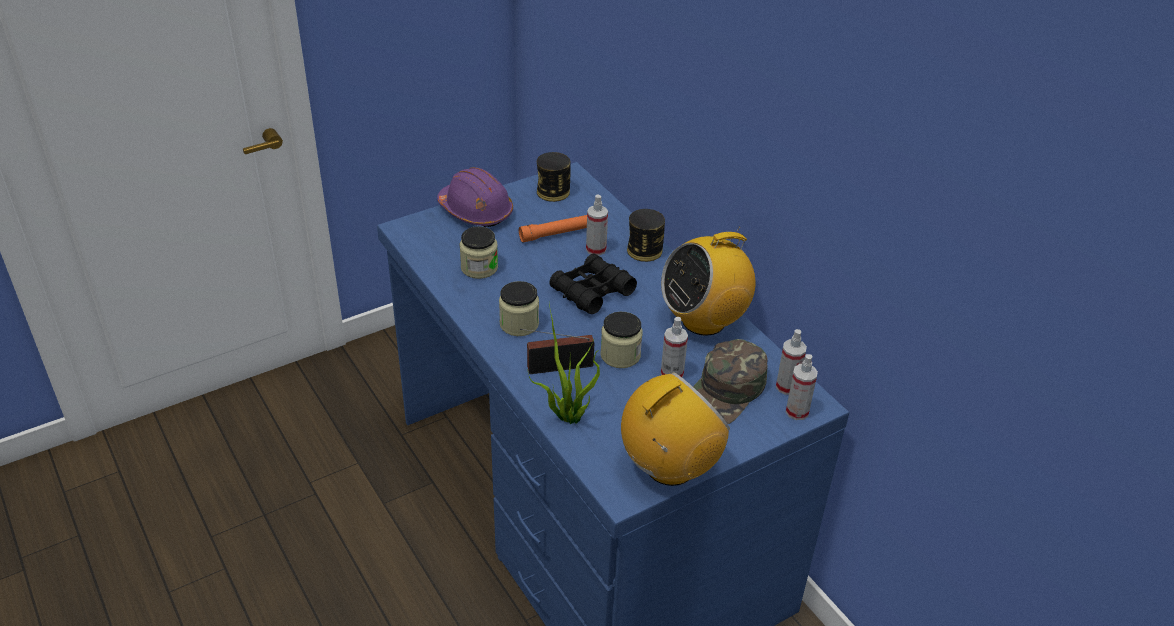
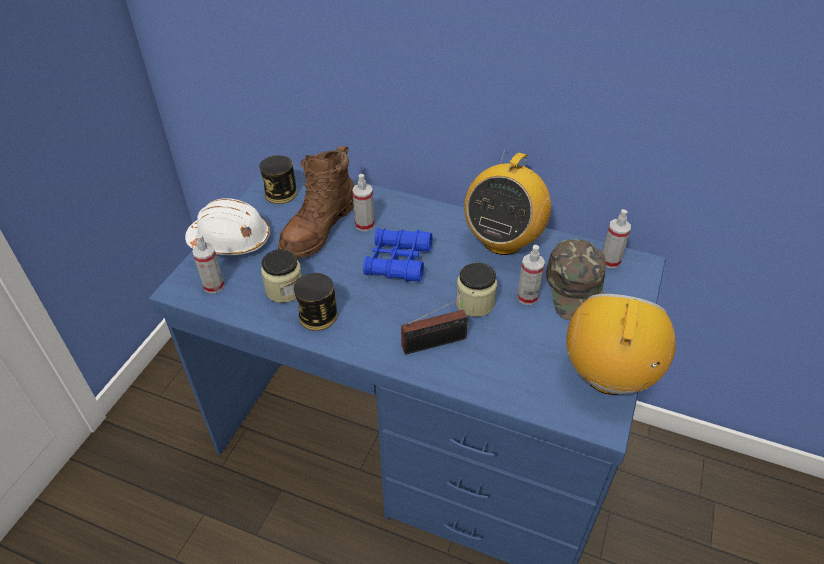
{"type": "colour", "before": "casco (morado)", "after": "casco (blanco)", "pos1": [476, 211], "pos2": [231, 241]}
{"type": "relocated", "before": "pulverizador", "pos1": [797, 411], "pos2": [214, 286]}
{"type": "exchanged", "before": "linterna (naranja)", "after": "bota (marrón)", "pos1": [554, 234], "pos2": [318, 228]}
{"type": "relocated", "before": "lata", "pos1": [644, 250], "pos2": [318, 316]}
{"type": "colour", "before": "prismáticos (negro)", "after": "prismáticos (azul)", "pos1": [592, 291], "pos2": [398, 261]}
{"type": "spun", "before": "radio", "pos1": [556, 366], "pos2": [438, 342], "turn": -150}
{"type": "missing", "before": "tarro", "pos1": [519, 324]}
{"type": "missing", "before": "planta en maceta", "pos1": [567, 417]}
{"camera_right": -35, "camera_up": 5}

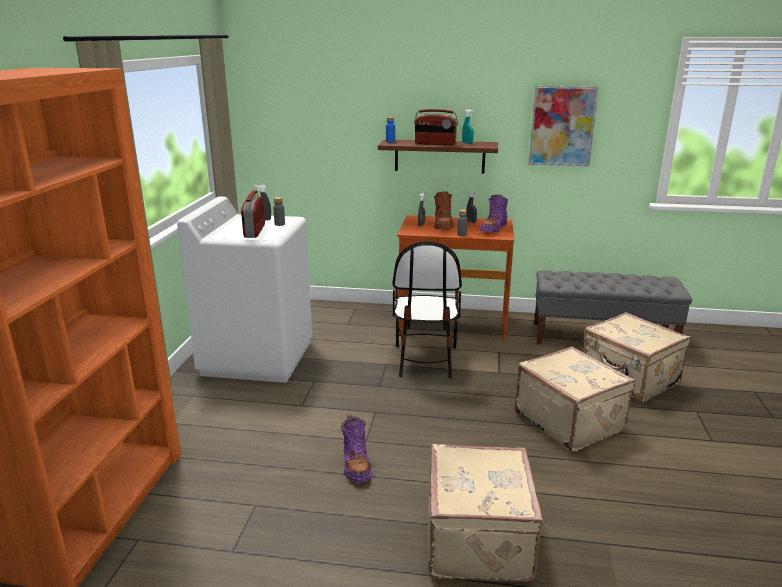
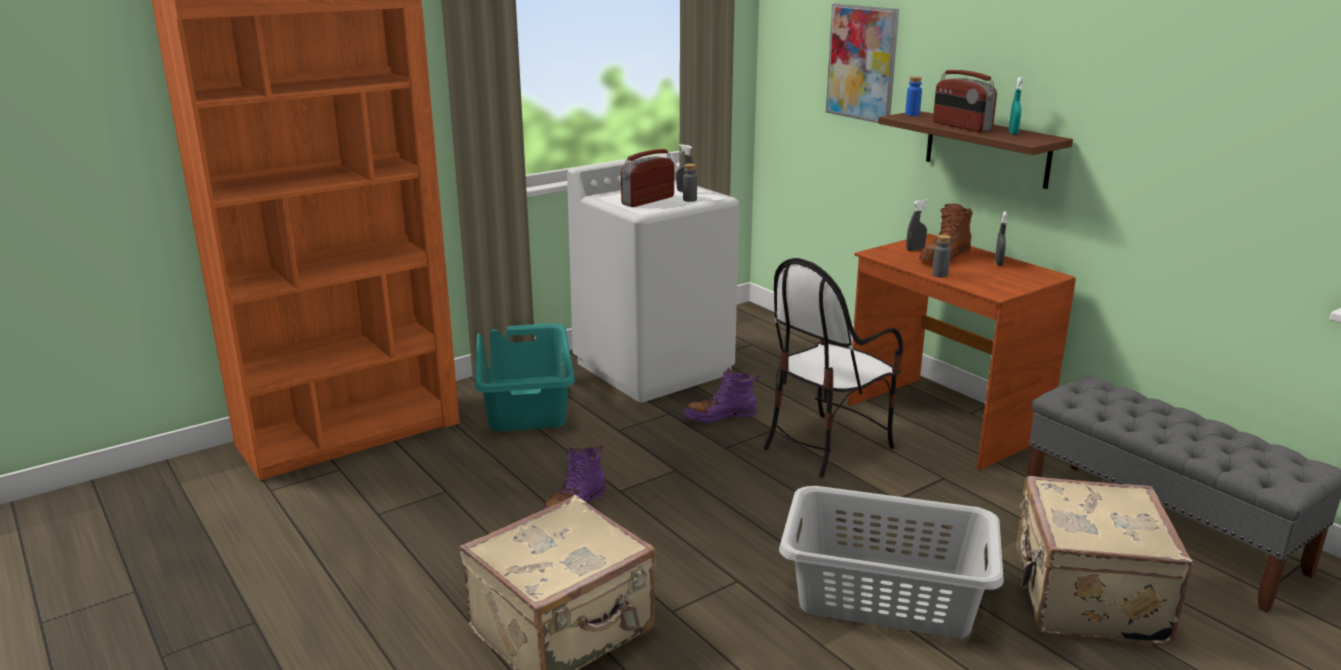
{"type": "appeared", "after": "cesto de la ropa (turquesa)", "pos2": [527, 403]}
{"type": "relocated", "before": "bota (morado)", "pos1": [493, 229], "pos2": [720, 416]}
{"type": "exchanged", "before": "maleta (beis)", "after": "cesto de la ropa (gris)", "pos1": [569, 421], "pos2": [884, 594]}
{"type": "relocated", "before": "cuadro", "pos1": [562, 126], "pos2": [862, 63]}
{"camera_right": 45, "camera_up": 0}

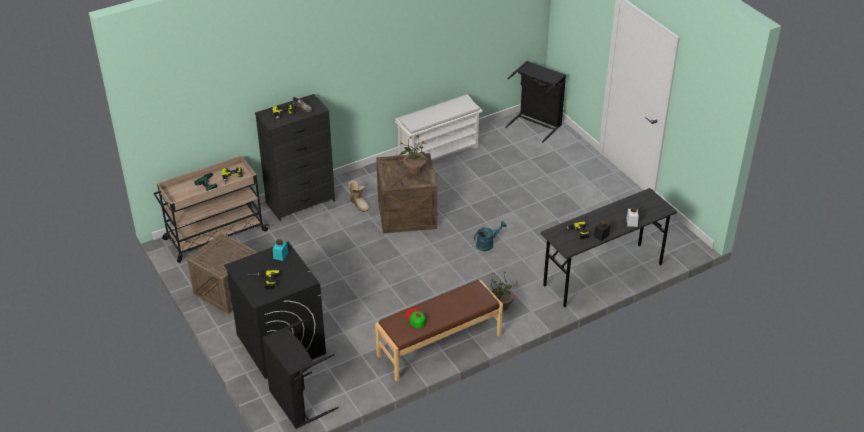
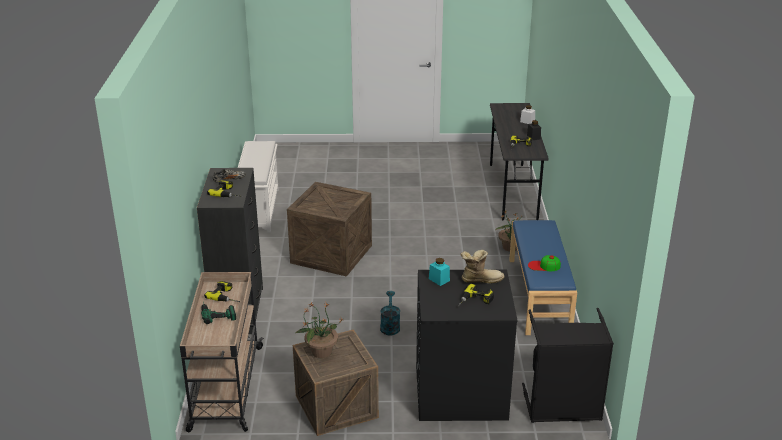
{"type": "relocated", "before": "planta en maceta", "pos1": [414, 170], "pos2": [321, 352]}
{"type": "relocated", "before": "regadera (turquesa)", "pos1": [487, 244], "pos2": [390, 326]}
{"type": "relocated", "before": "bota", "pos1": [359, 204], "pos2": [480, 279]}
{"type": "colour", "before": "banco (marrón)", "after": "banco (azul)", "pos1": [439, 346], "pos2": [539, 295]}
{"type": "missing", "before": "cesto de la ropa (negro)", "pos1": [536, 124]}
{"camera_right": -60, "camera_up": -10}

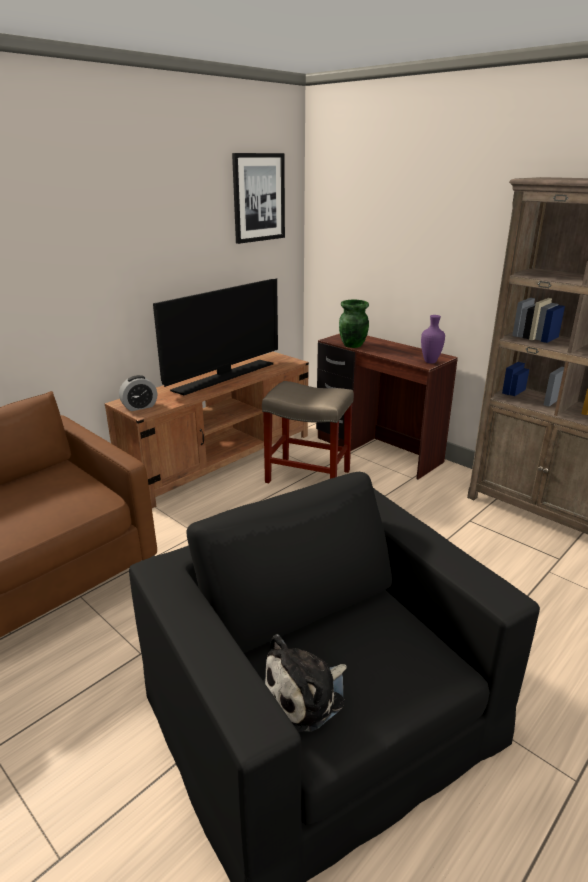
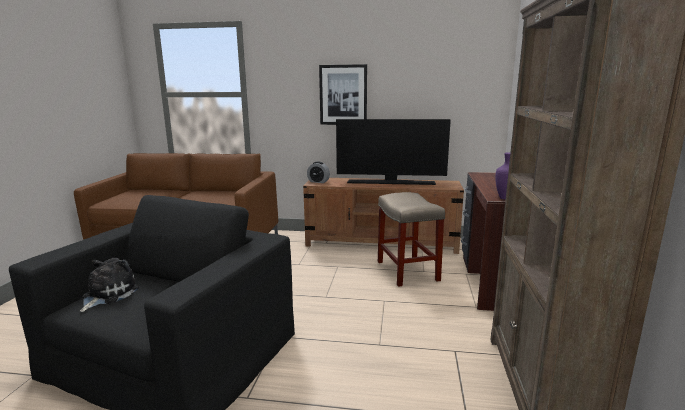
{"type": "spun", "before": "peluche", "pos1": [307, 694], "pos2": [108, 294], "turn": 90}
{"type": "relocated", "before": "cuadro", "pos1": [258, 198], "pos2": [343, 95]}
{"type": "missing", "before": "florero (verde)", "pos1": [352, 345]}
{"camera_right": 55, "camera_up": -10}

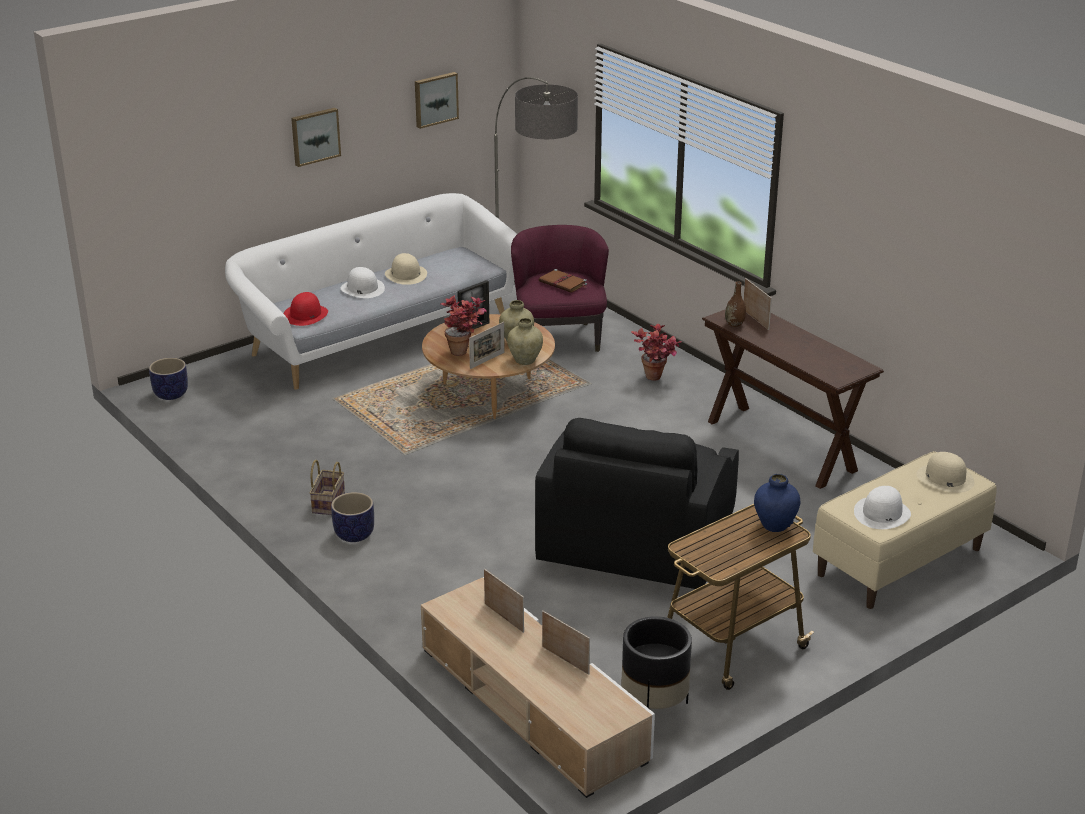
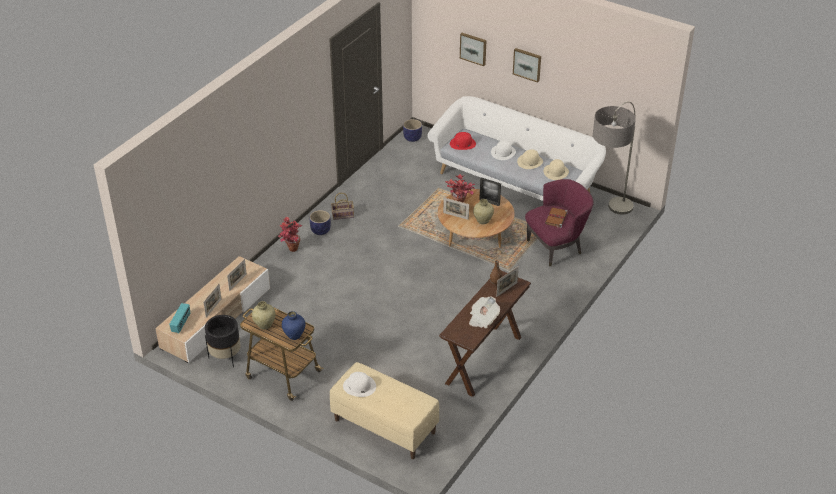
{"type": "appeared", "after": "radio", "pos2": [181, 324]}
{"type": "relocated", "before": "florero (beis)", "pos1": [525, 360], "pos2": [264, 325]}
{"type": "relocated", "before": "planta en maceta", "pos1": [656, 380], "pos2": [290, 251]}
{"type": "relocated", "before": "cuadro", "pos1": [435, 99], "pos2": [473, 48]}
{"type": "appeared", "after": "periódico", "pos2": [483, 319]}
{"type": "relocated", "before": "sombrero (beis)", "pos1": [944, 478], "pos2": [556, 172]}
{"type": "missing", "before": "sillón (negro)", "pos1": [638, 537]}
{"camera_right": 70, "camera_up": 10}

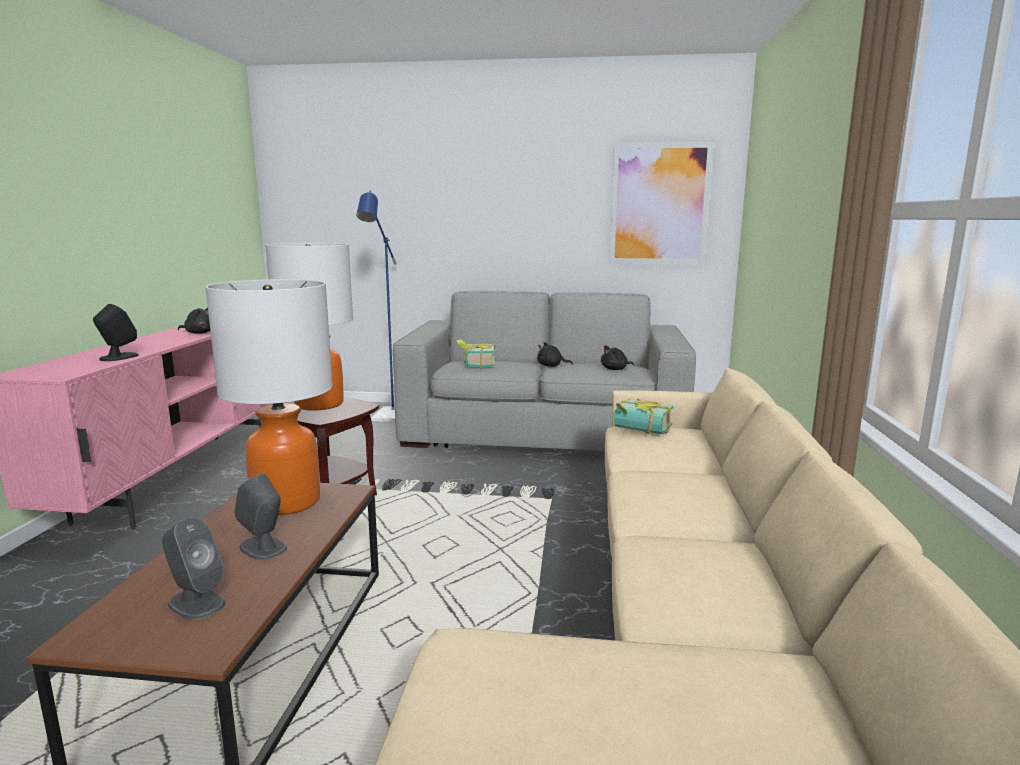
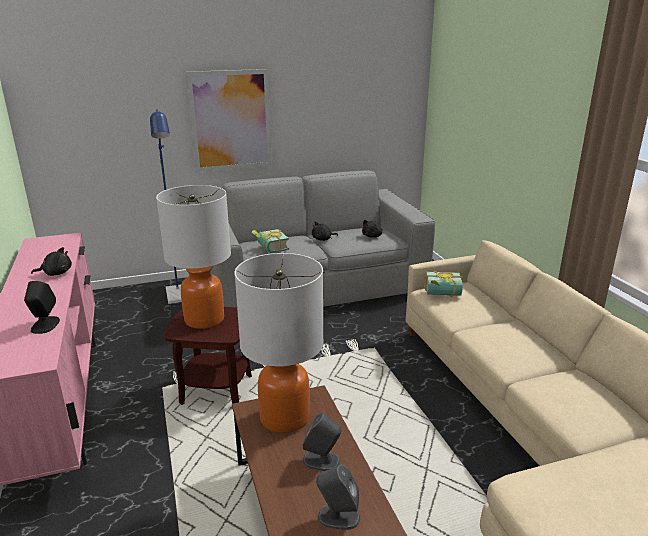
{"type": "relocated", "before": "cuadro", "pos1": [659, 204], "pos2": [230, 120]}
{"camera_right": -25, "camera_up": 10}

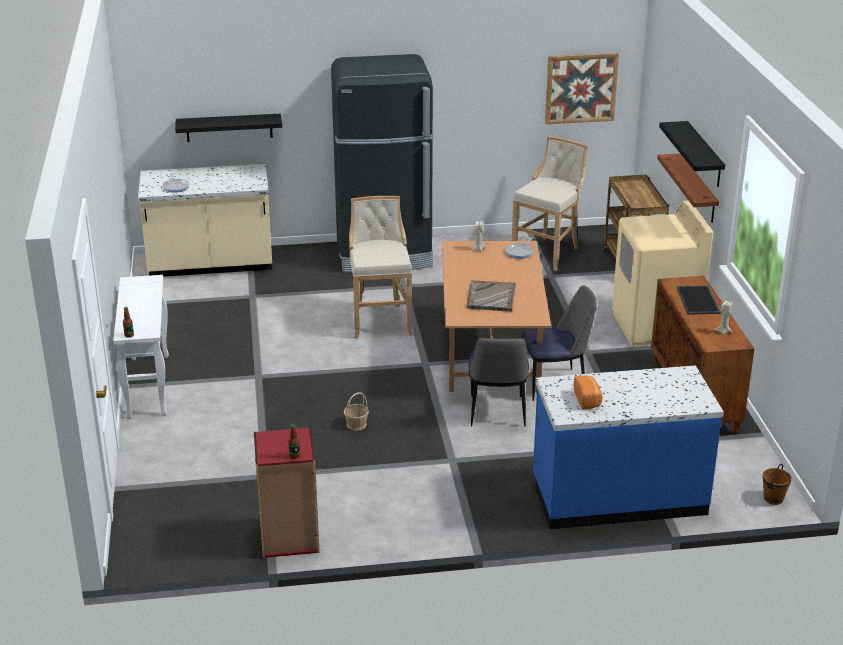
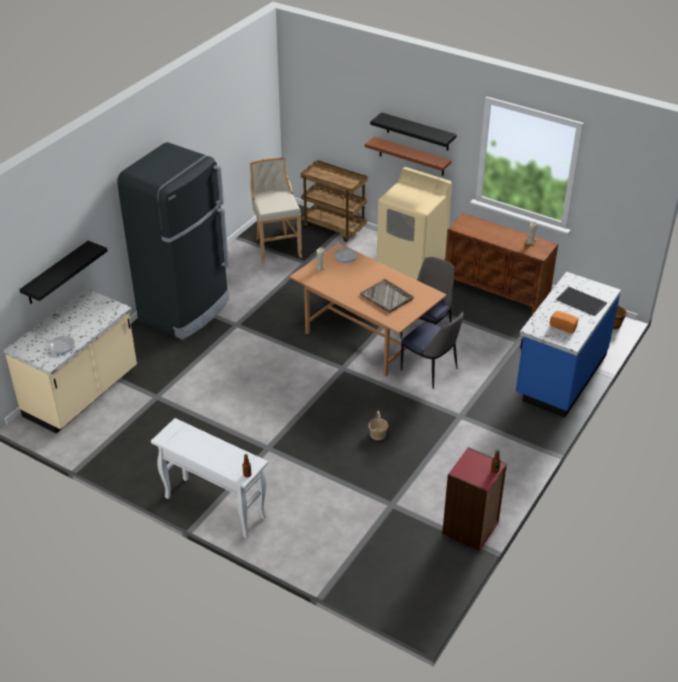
{"type": "relocated", "before": "bandeja", "pos1": [699, 300], "pos2": [582, 301]}
{"type": "missing", "before": "taburete (beis)", "pos1": [380, 320]}
{"type": "missing", "before": "cuadro", "pos1": [581, 88]}
{"camera_right": -50, "camera_up": 10}

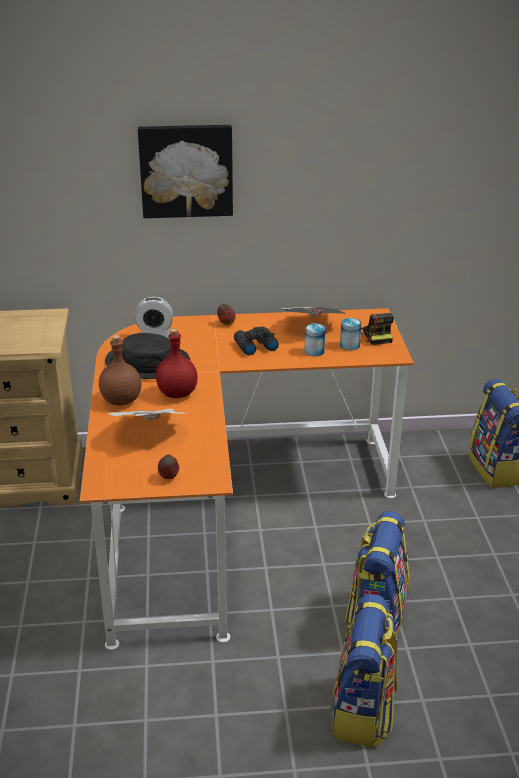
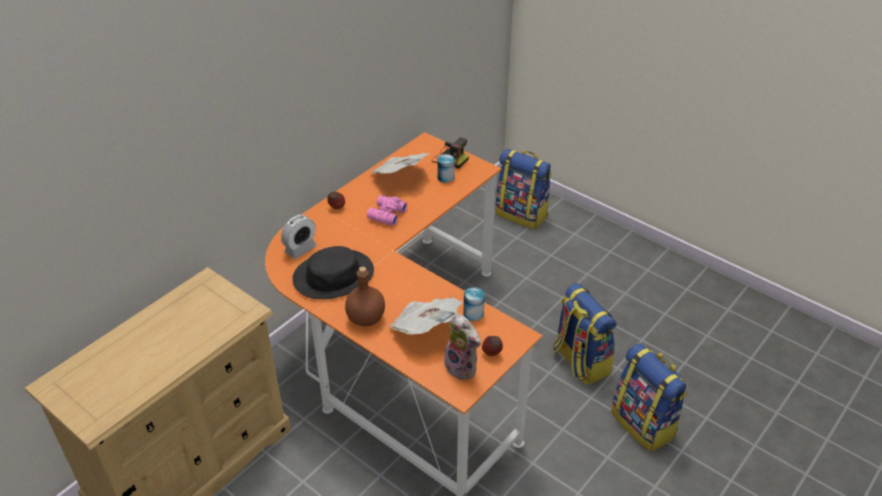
{"type": "colour", "before": "prismáticos (negro)", "after": "prismáticos (rosa)", "pos1": [254, 346], "pos2": [386, 215]}
{"type": "appeared", "after": "peluche", "pos2": [463, 367]}
{"type": "relocated", "before": "lata", "pos1": [314, 351], "pos2": [473, 313]}
{"type": "missing", "before": "cuadro", "pos1": [186, 170]}
{"type": "missing", "before": "botella (rojo)", "pos1": [176, 393]}
{"camera_right": -45, "camera_up": 10}

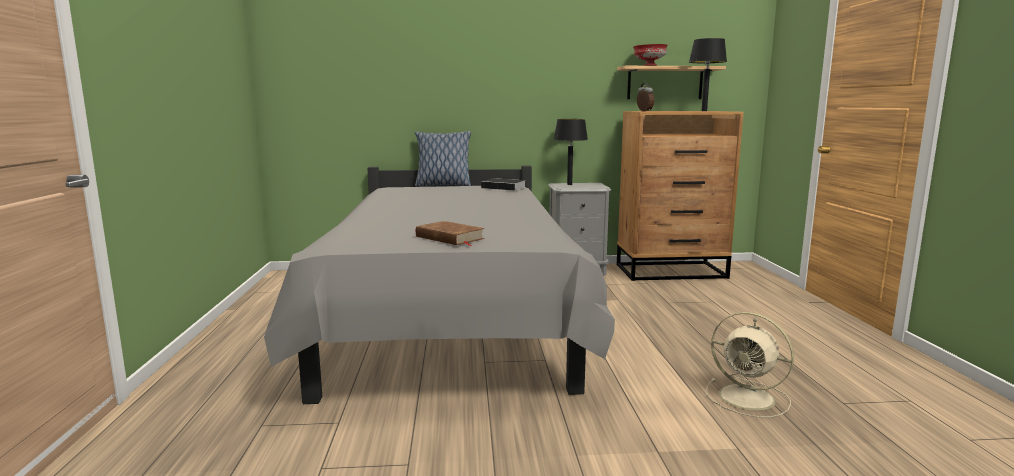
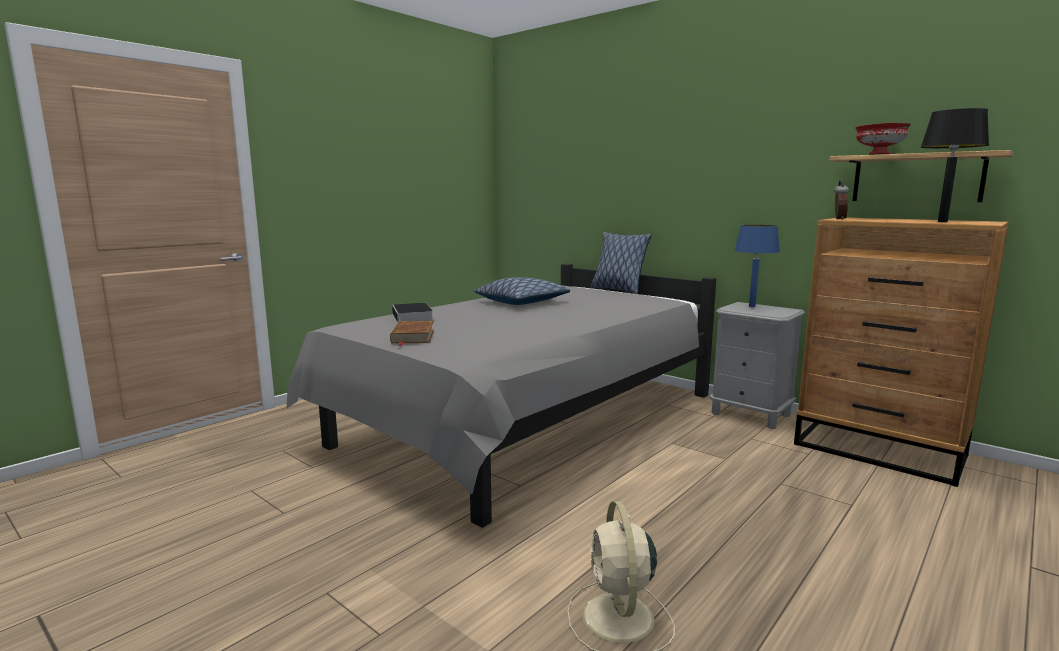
{"type": "relocated", "before": "libro", "pos1": [505, 187], "pos2": [413, 317]}
{"type": "appeared", "after": "cojín", "pos2": [521, 302]}
{"type": "colour", "before": "lámpara de mesa (negro)", "after": "lámpara de mesa (azul)", "pos1": [569, 184], "pos2": [752, 306]}
{"camera_right": 45, "camera_up": 0}

